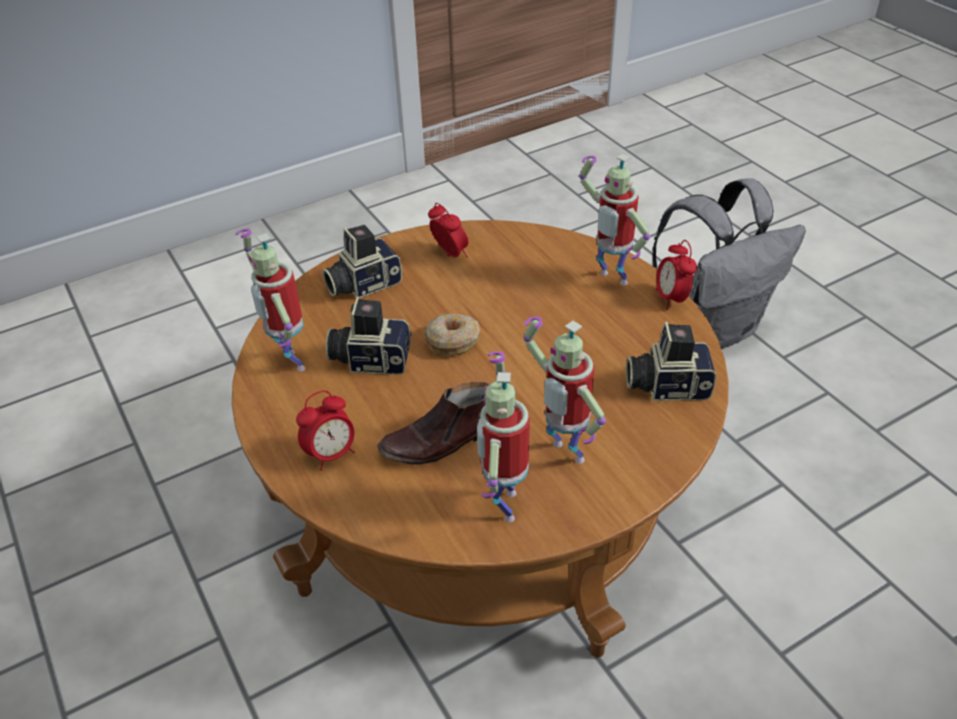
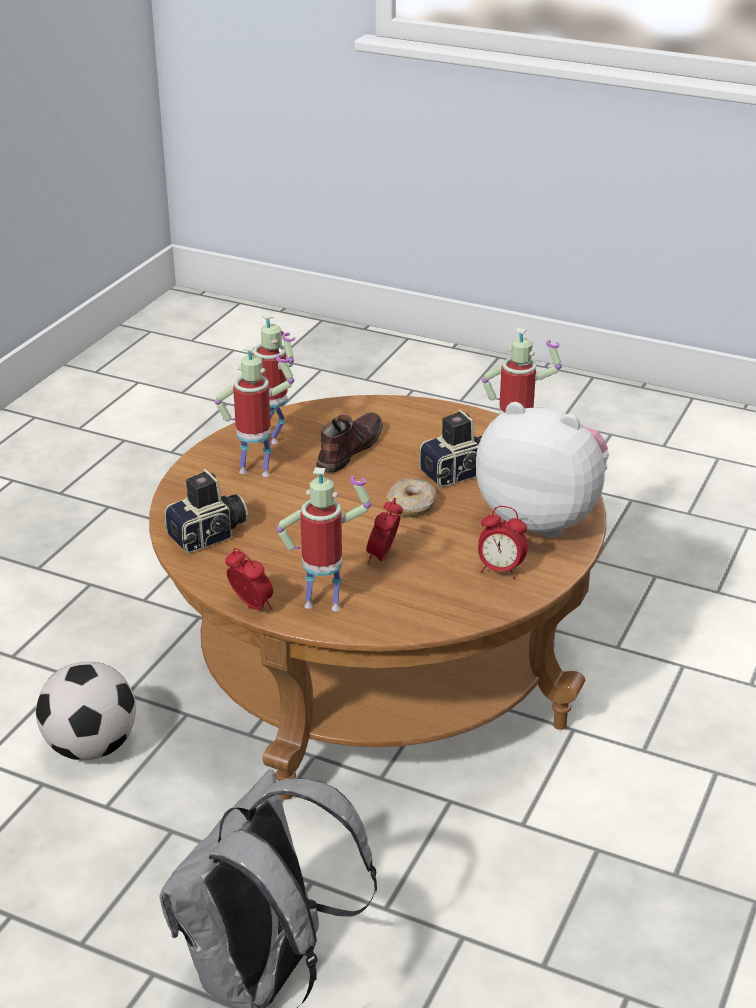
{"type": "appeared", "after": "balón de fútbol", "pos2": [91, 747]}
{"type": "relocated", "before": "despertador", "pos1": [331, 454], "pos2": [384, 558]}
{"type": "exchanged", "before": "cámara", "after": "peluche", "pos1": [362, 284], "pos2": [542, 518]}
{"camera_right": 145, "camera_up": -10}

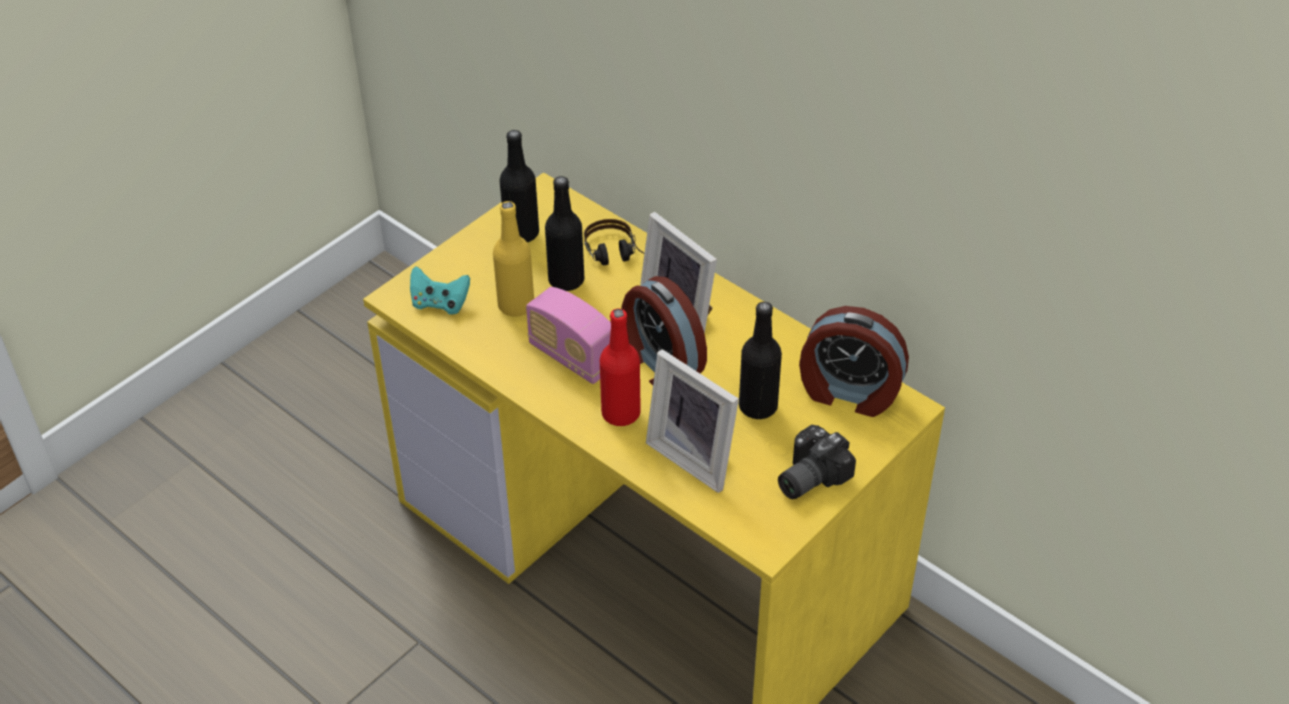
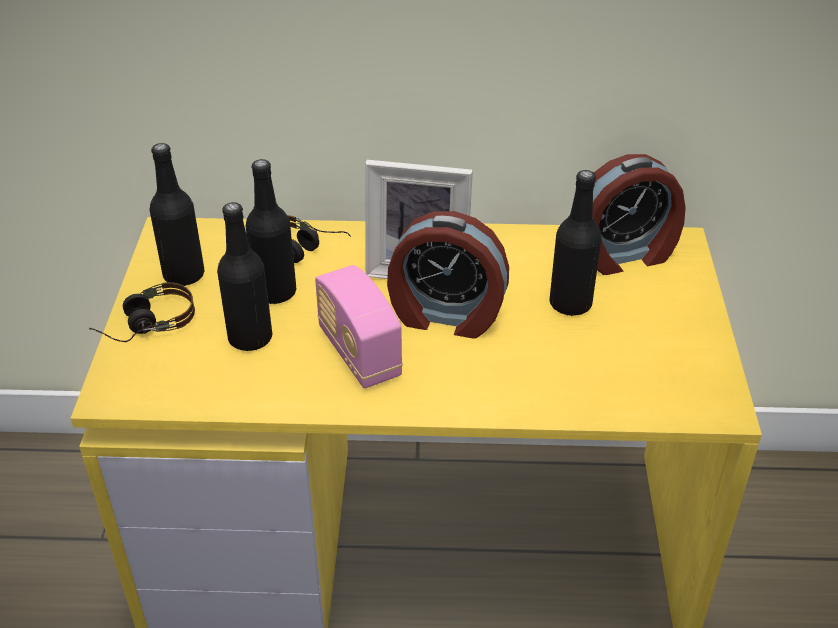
{"type": "appeared", "after": "auriculares", "pos2": [144, 326]}
{"type": "colour", "before": "botella (amarillo)", "after": "botella (negro)", "pos1": [516, 305], "pos2": [250, 338]}
{"type": "spun", "before": "radio", "pos1": [572, 357], "pos2": [359, 353], "turn": 60}
{"type": "missing", "before": "mando de consola (turquesa)", "pos1": [440, 303]}
{"type": "missing", "before": "botella (rojo)", "pos1": [621, 413]}
{"type": "missing", "before": "portarretratos", "pos1": [696, 456]}
{"type": "missing", "before": "cámara", "pos1": [807, 476]}
{"camera_right": -40, "camera_up": -5}

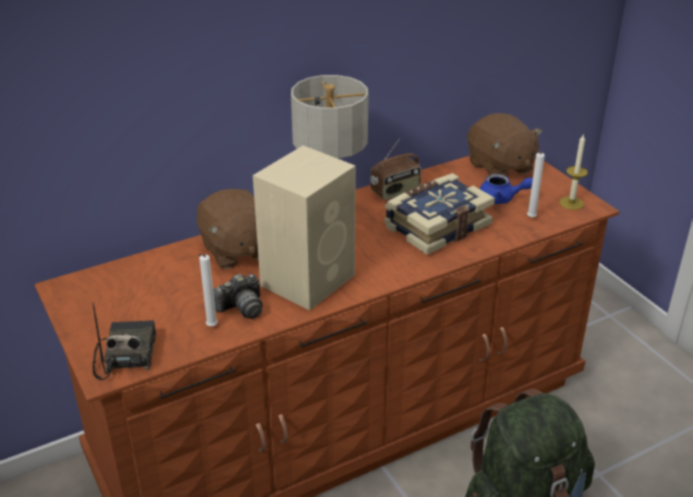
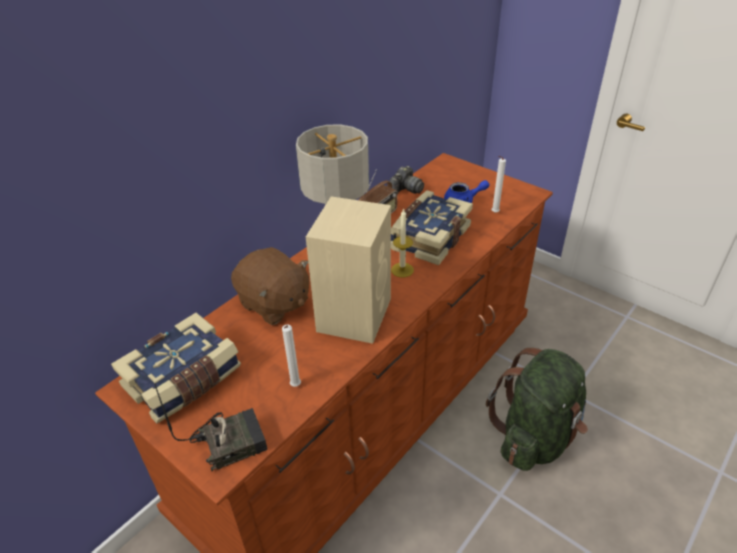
{"type": "appeared", "after": "libro", "pos2": [184, 380]}
{"type": "spun", "before": "radio", "pos1": [126, 355], "pos2": [230, 441], "turn": 90}
{"type": "relocated", "before": "cámara", "pos1": [241, 308], "pos2": [405, 190]}
{"type": "relocated", "before": "vela", "pos1": [571, 203], "pos2": [402, 270]}
{"type": "missing", "before": "peluche (marrón)", "pos1": [500, 167]}
{"camera_right": -20, "camera_up": 5}

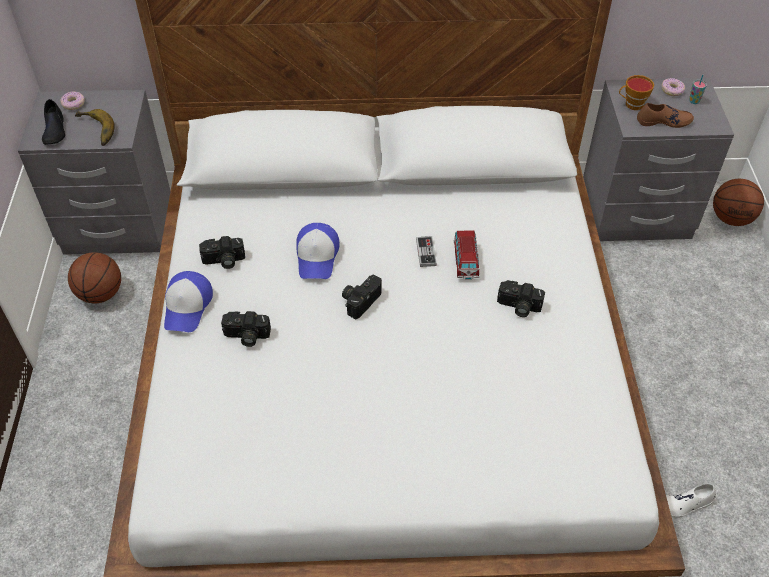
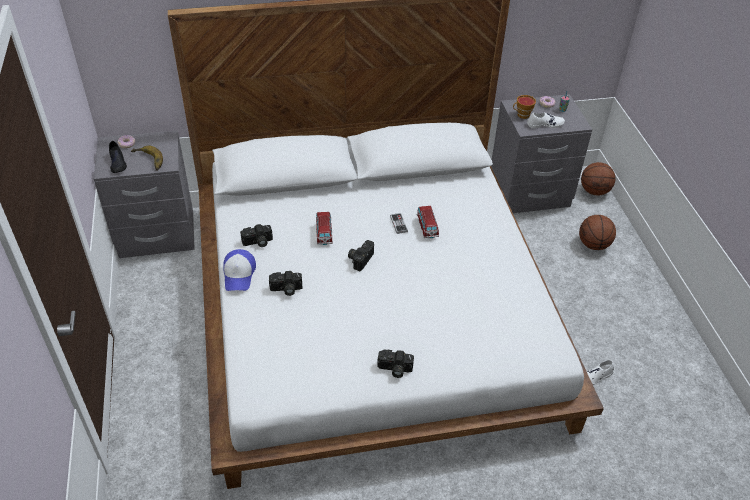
{"type": "exchanged", "before": "gorra", "after": "coche de juguete", "pos1": [317, 257], "pos2": [324, 233]}
{"type": "relocated", "before": "cámara", "pos1": [518, 307], "pos2": [394, 369]}
{"type": "colour", "before": "zapato (marrón)", "after": "zapato (blanco)", "pos1": [663, 121], "pos2": [545, 124]}
{"type": "relocated", "before": "balón de baloncesto", "pos1": [100, 294], "pos2": [593, 245]}
{"camera_right": -10, "camera_up": -5}

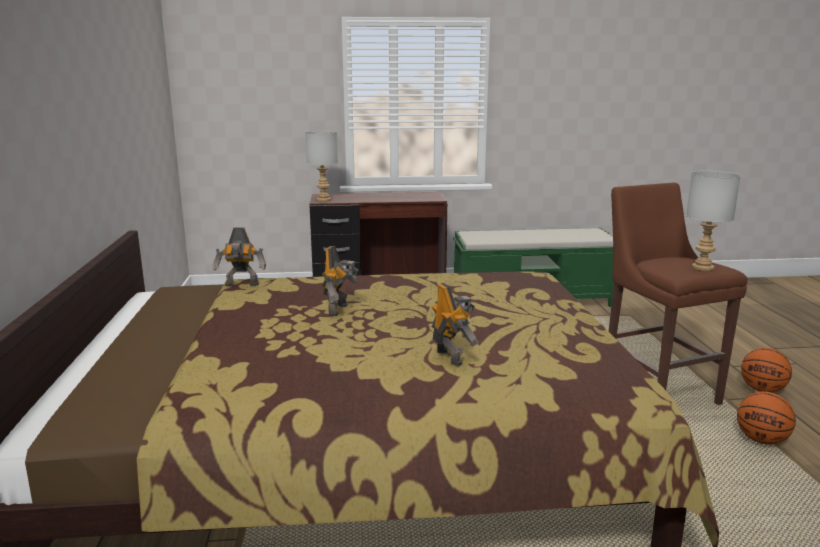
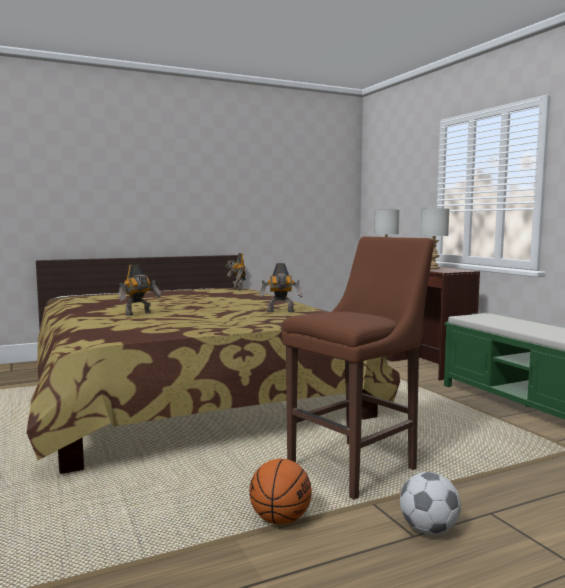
{"type": "relocated", "before": "robot de juguete", "pos1": [340, 310], "pos2": [281, 311]}
{"type": "exchanged", "before": "balón de baloncesto", "after": "balón de fútbol", "pos1": [762, 390], "pos2": [429, 530]}
{"type": "relocated", "before": "lámpara de mesa (gris)", "pos1": [701, 267], "pos2": [433, 268]}
{"camera_right": 70, "camera_up": -10}

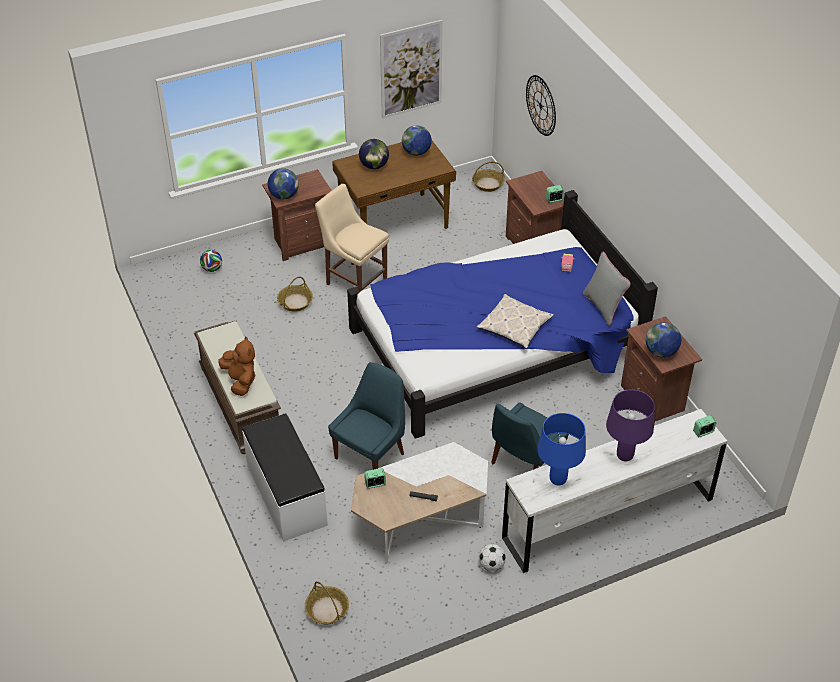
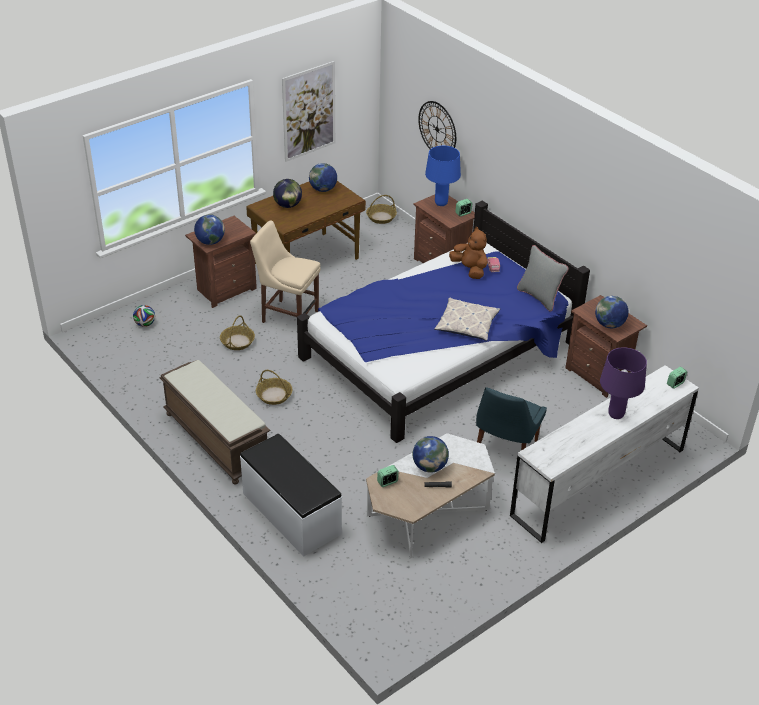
{"type": "relocated", "before": "cesta", "pos1": [327, 609], "pos2": [274, 395]}
{"type": "appeared", "after": "globo terráqueo", "pos2": [429, 467]}
{"type": "relocated", "before": "lámpara de mesa (azul)", "pos1": [558, 480], "pos2": [441, 203]}
{"type": "relocated", "before": "peluche (marrón)", "pos1": [240, 381], "pos2": [470, 269]}
{"type": "missing", "before": "silla (azul)", "pos1": [371, 454]}
{"type": "missing", "before": "balón de fútbol", "pos1": [491, 565]}
{"camera_right": -15, "camera_up": -5}

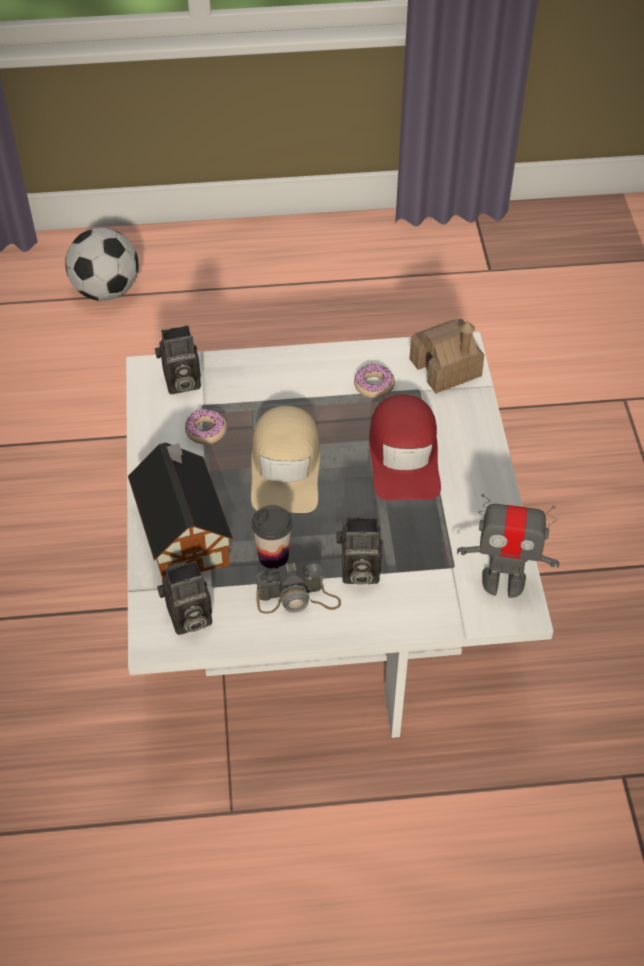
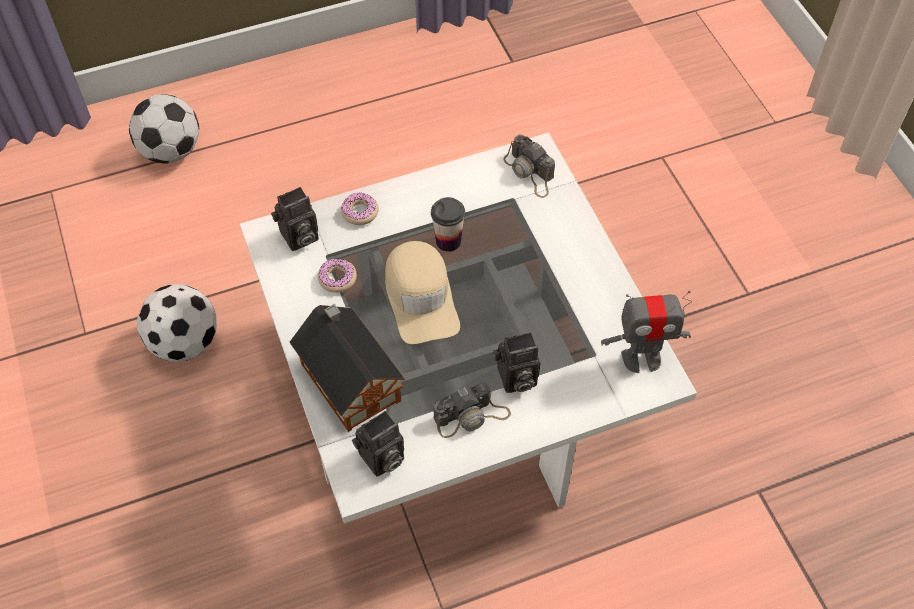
{"type": "appeared", "after": "balón de fútbol", "pos2": [185, 343]}
{"type": "relocated", "before": "rosquilla", "pos1": [374, 385], "pos2": [360, 212]}
{"type": "relocated", "before": "taza", "pos1": [273, 556], "pos2": [448, 241]}
{"type": "exchanged", "before": "casita", "after": "cámara", "pos1": [445, 368], "pos2": [530, 172]}
{"type": "missing", "before": "gorra (rojo)", "pos1": [404, 456]}
{"camera_right": -15, "camera_up": 5}

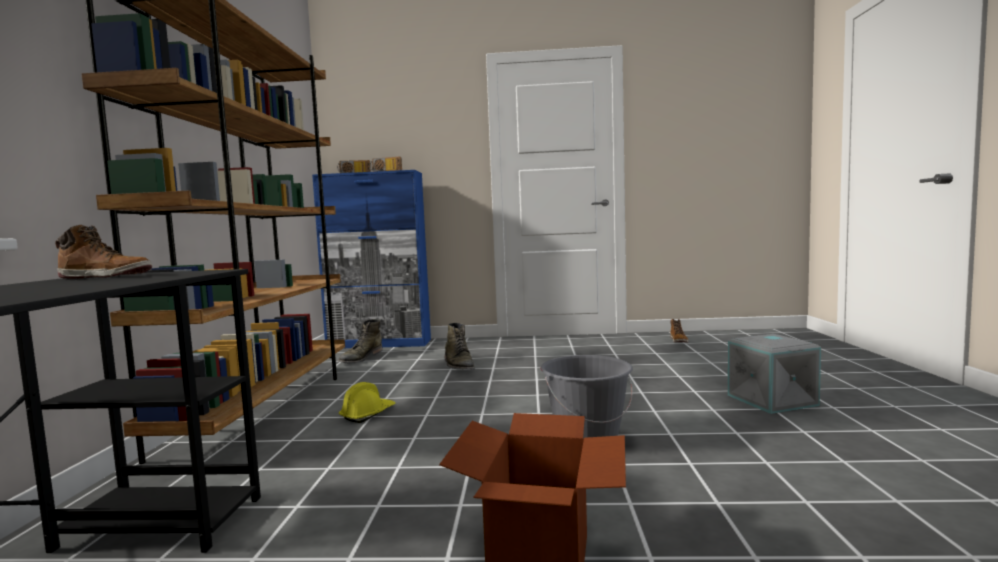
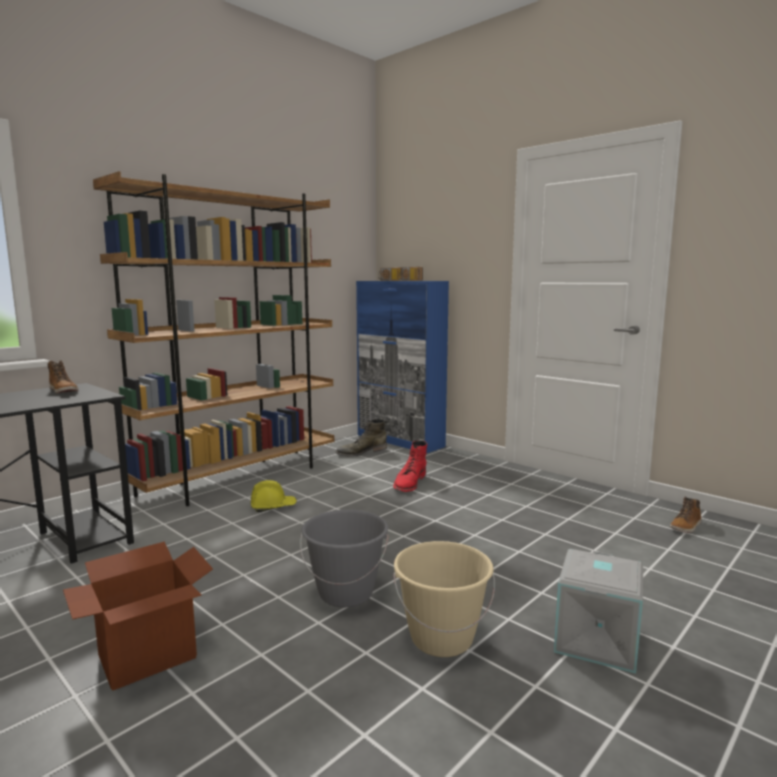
{"type": "colour", "before": "bota (verde)", "after": "bota (rojo)", "pos1": [458, 365], "pos2": [409, 483]}
{"type": "appeared", "after": "cubo (beis)", "pos2": [441, 638]}
{"camera_right": 40, "camera_up": 5}

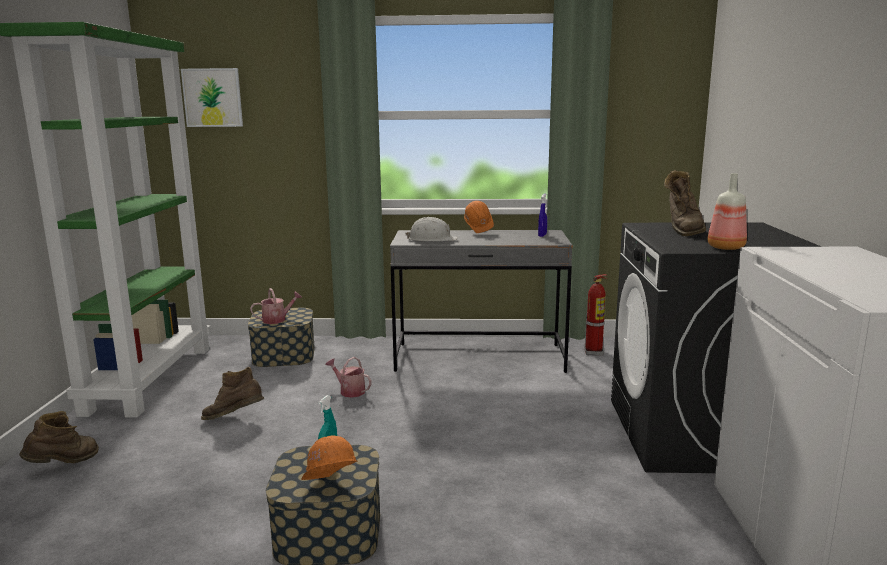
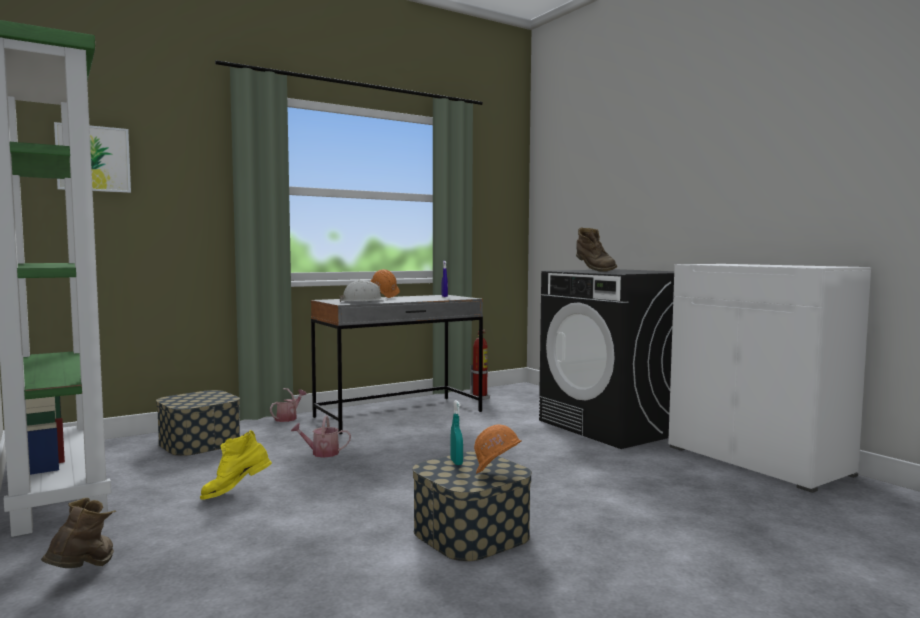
{"type": "colour", "before": "bota (marrón)", "after": "bota (amarillo)", "pos1": [234, 419], "pos2": [236, 493]}
{"type": "relocated", "before": "regadera", "pos1": [277, 319], "pos2": [288, 418]}
{"type": "missing", "before": "botella", "pos1": [724, 247]}
{"camera_right": -35, "camera_up": -10}

